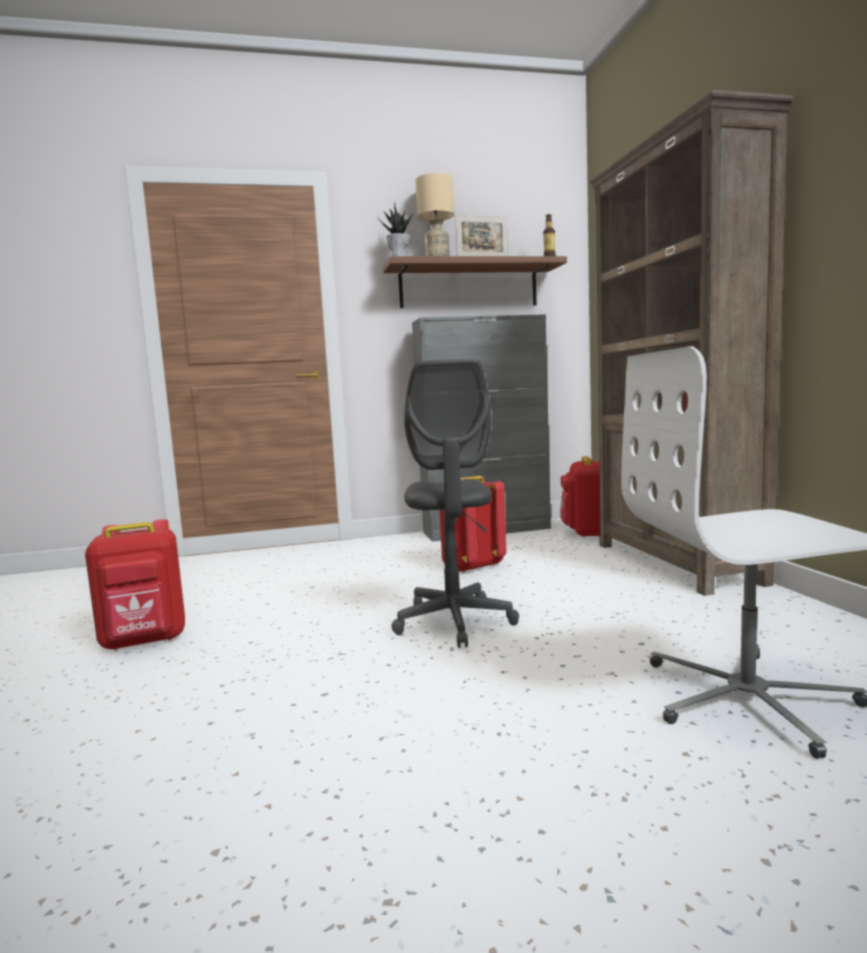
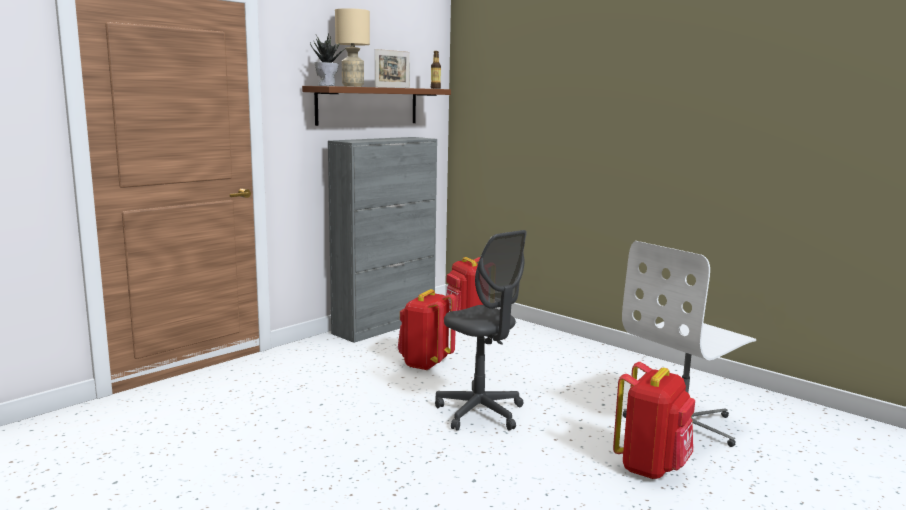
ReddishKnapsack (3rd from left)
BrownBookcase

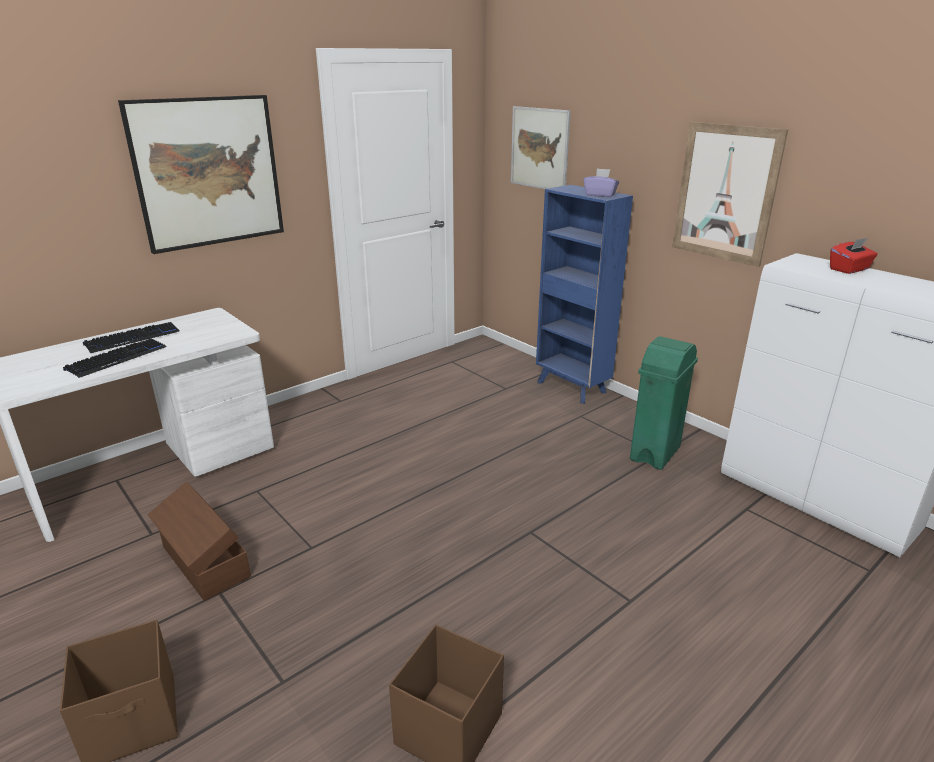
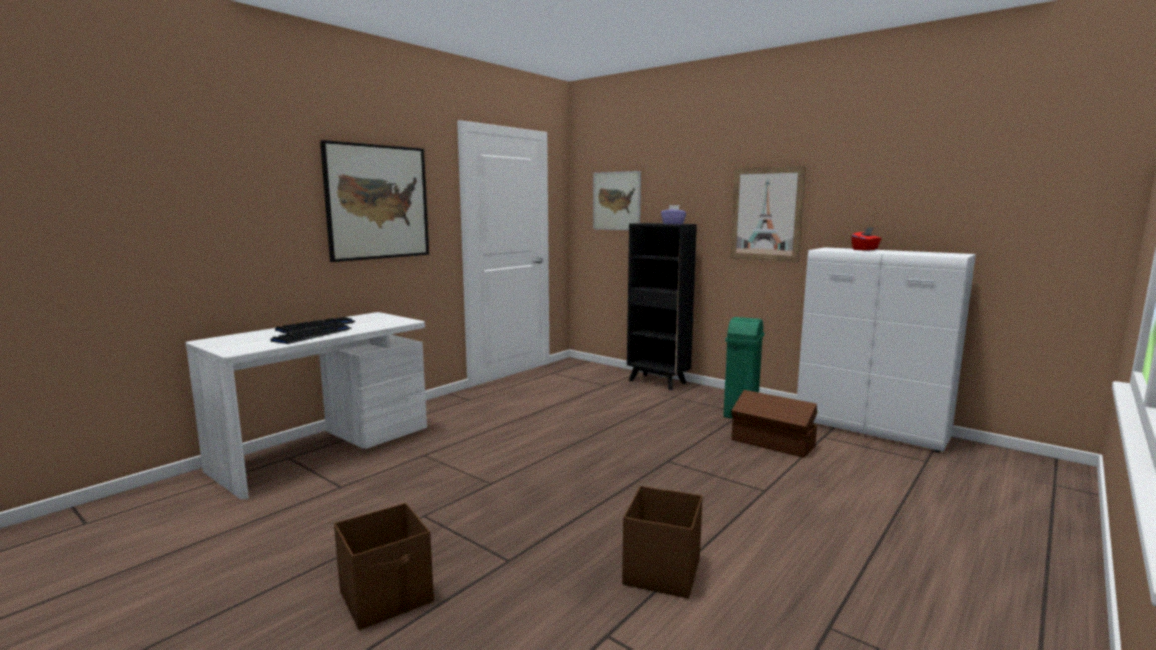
BlackColouredBookcase
BrownStorageBin (3rd from left)

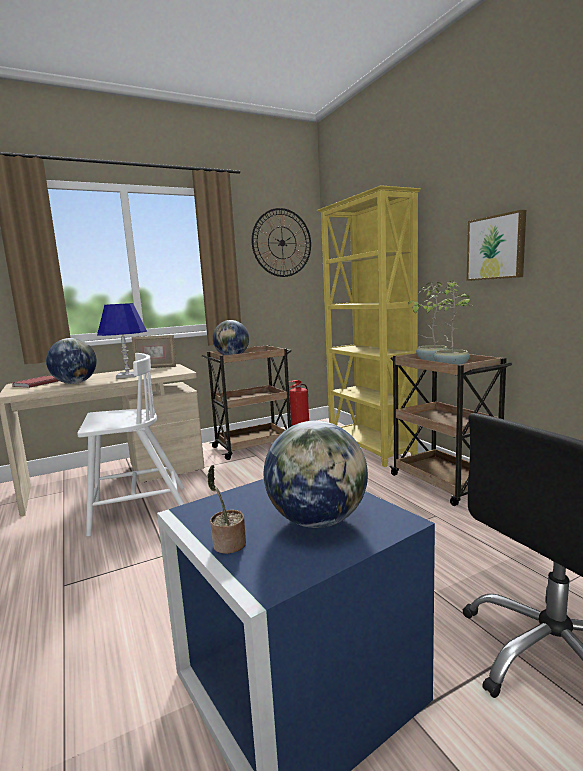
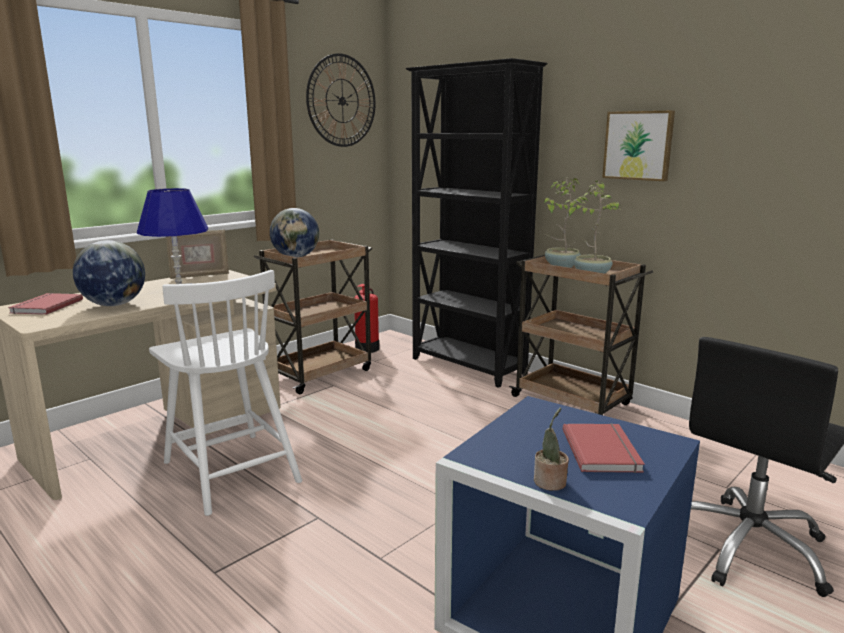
WhiteColouredUprightChair
BlackColouredBookcase
ReddishVolume (2nd from left)

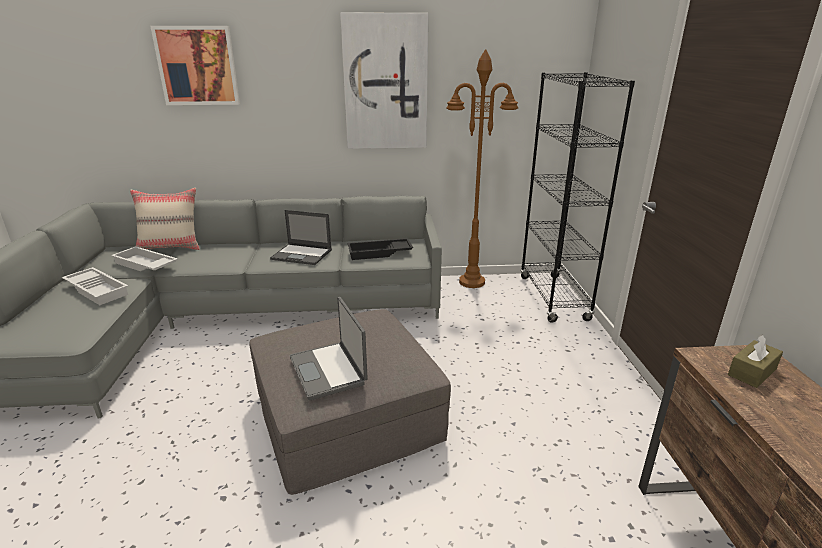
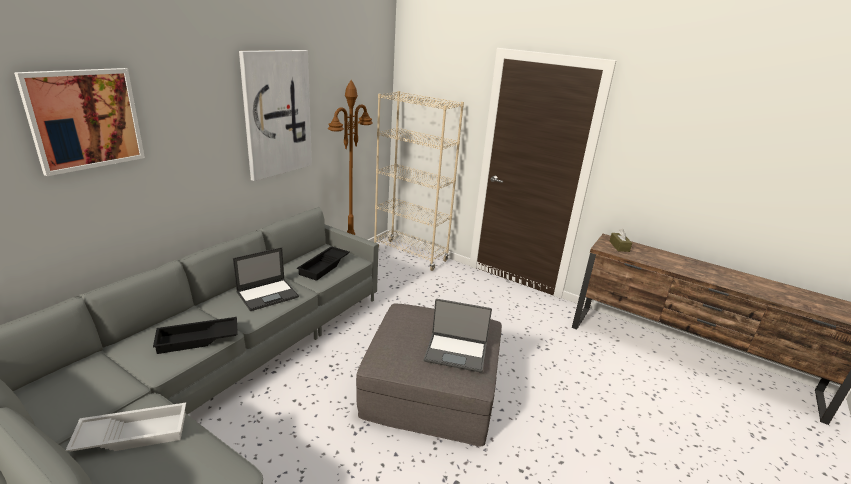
BlackColouredCarryingTray (1st from left)
BeigeColouredBookcase
WhiteColouredCarryingTray (2nd from left in the first image)
BeigeColouredPillow

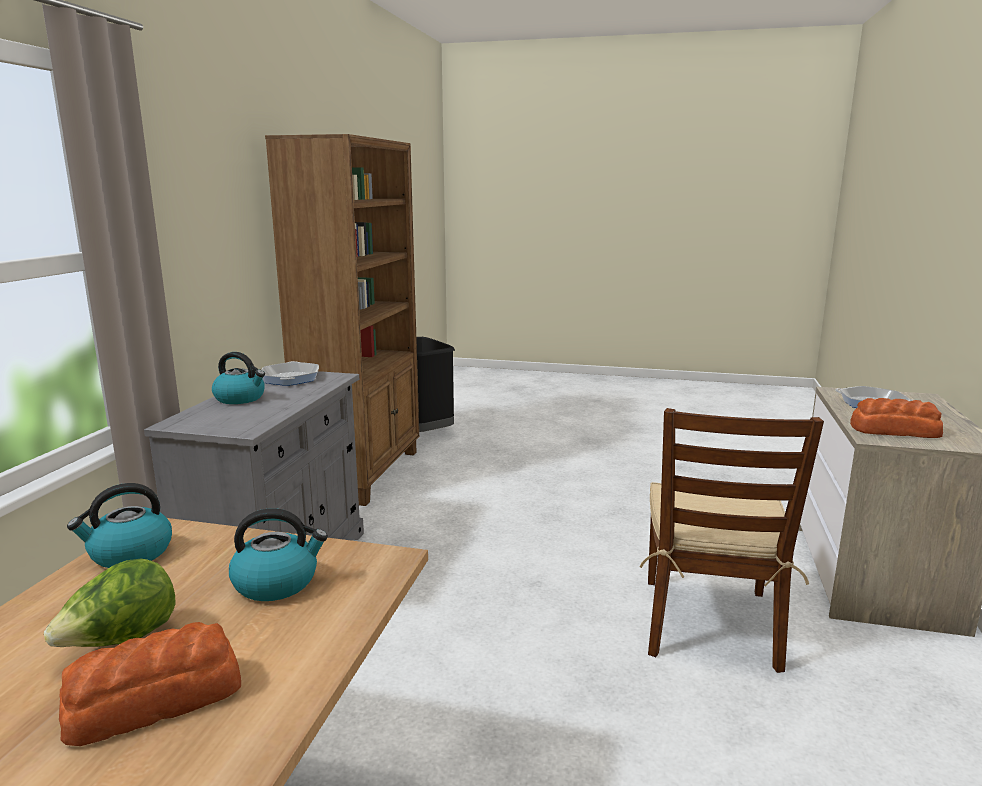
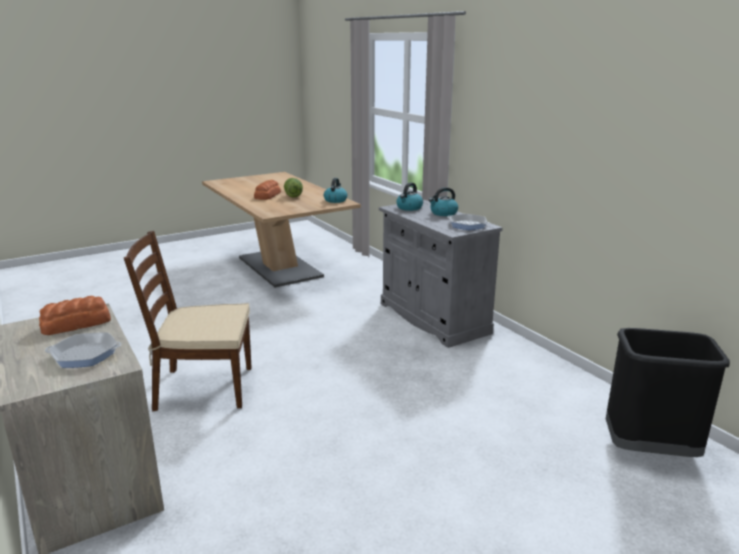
BrownUprightChair
TeaKettle (2nd from left)
BrownBookcase

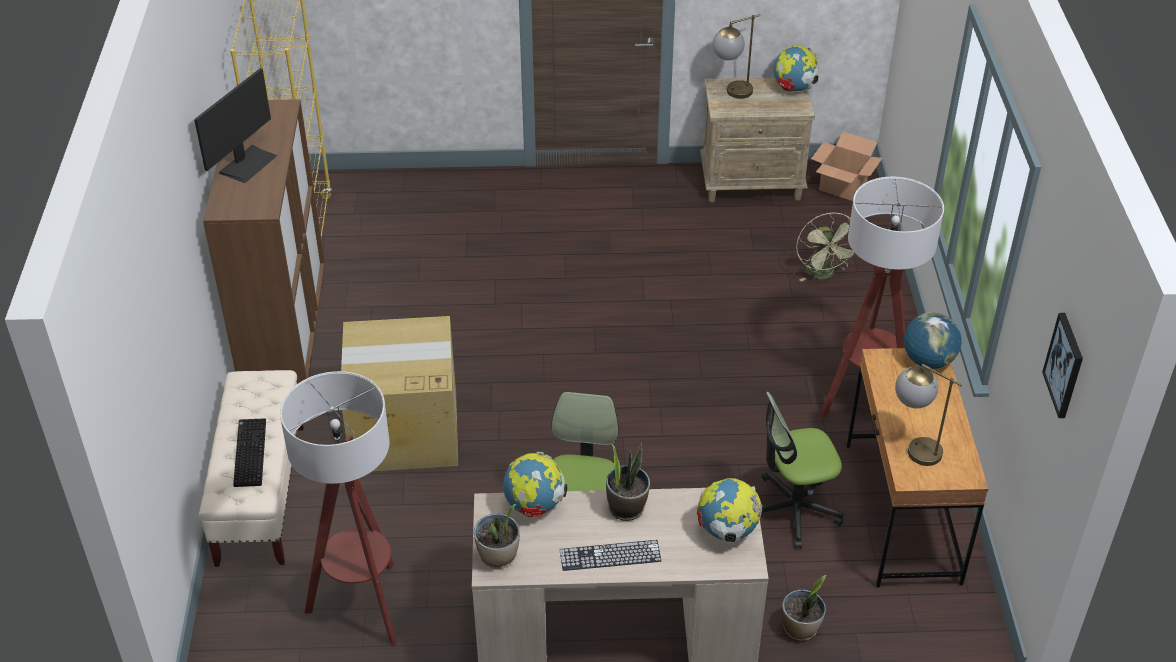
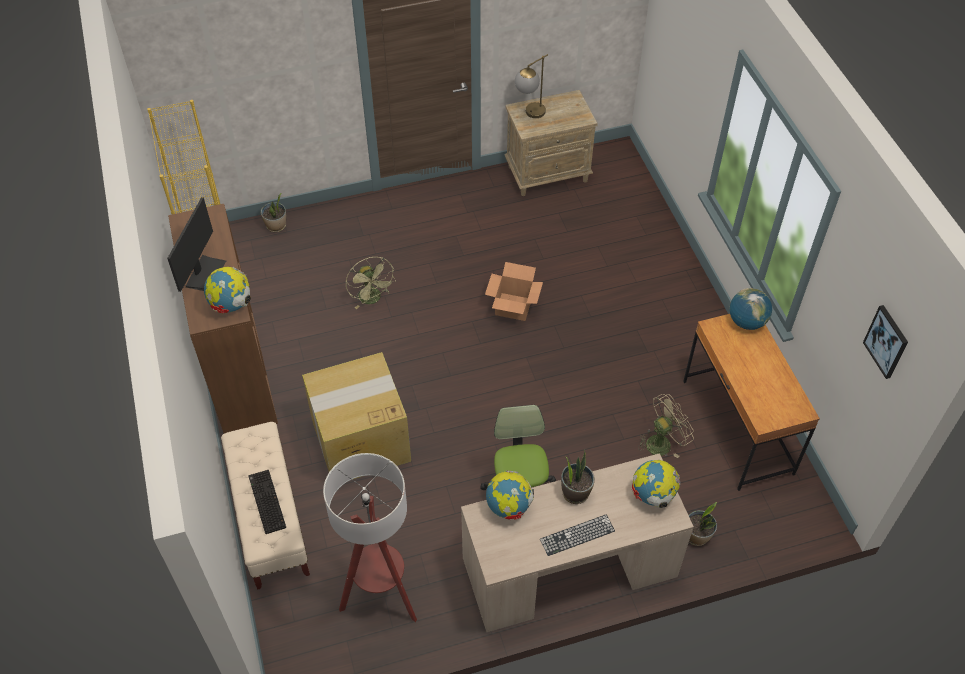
DeskGlobe (1st from left)
PlantInAPot (1st from left)
GreenElectricFan
PackingBox (2nd from left)
BeigeColouredElectricFan
StandingLamp (2nd from left in the first image)
LampForATable (2nd from left in the first image)

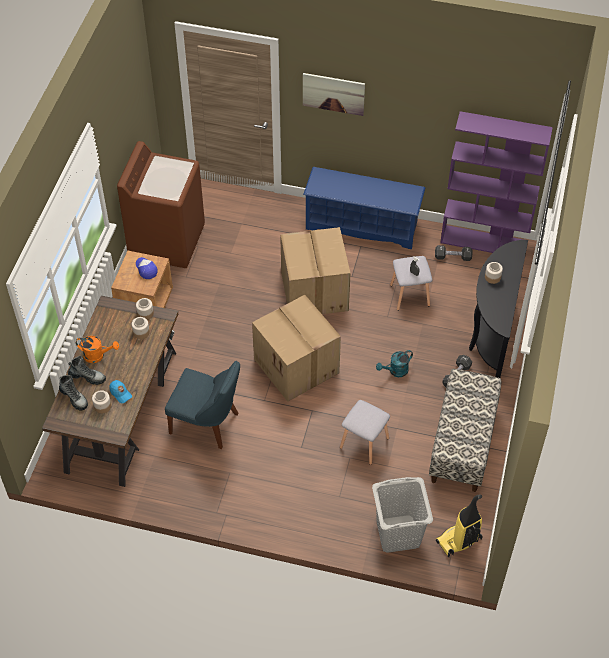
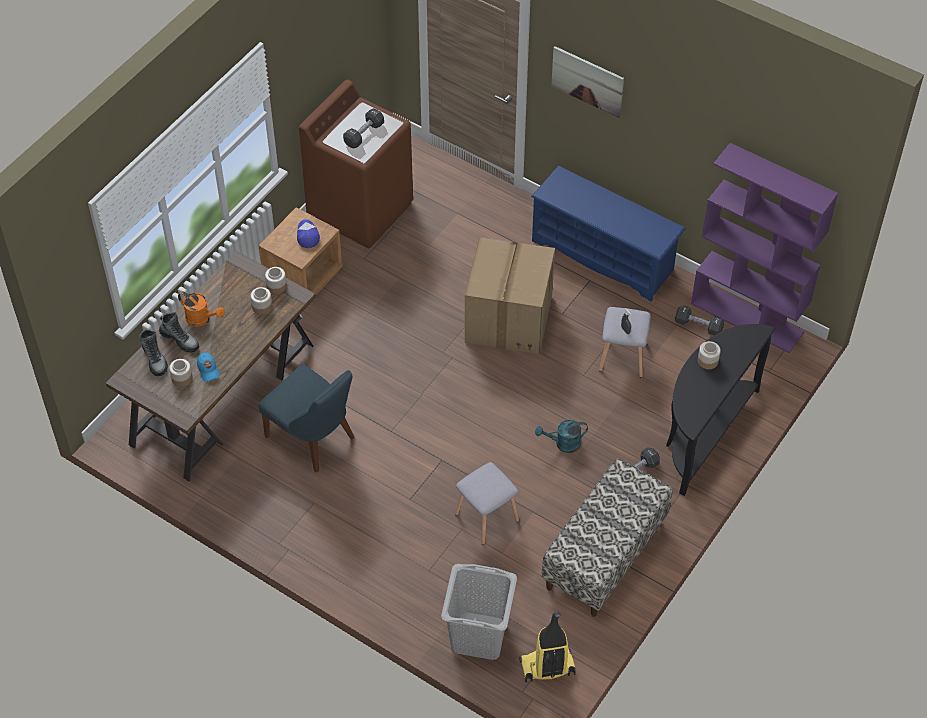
BlackColouredHandWeight (1st from left)
PackingBox (1st from left in the first image)

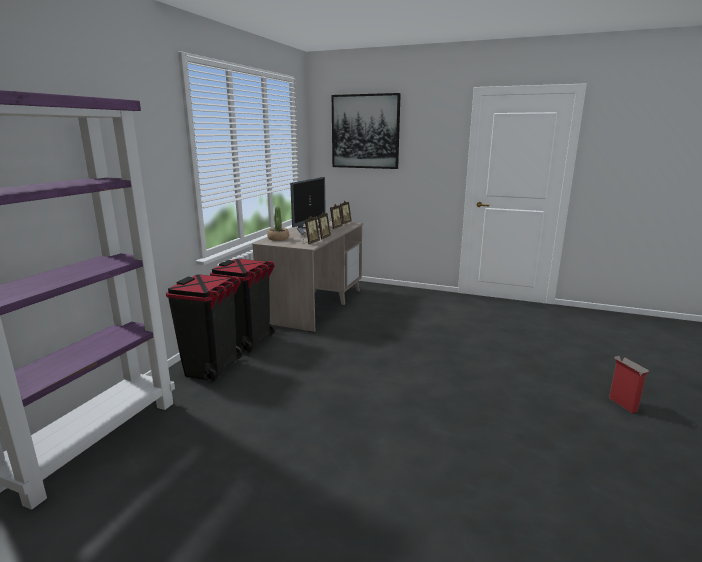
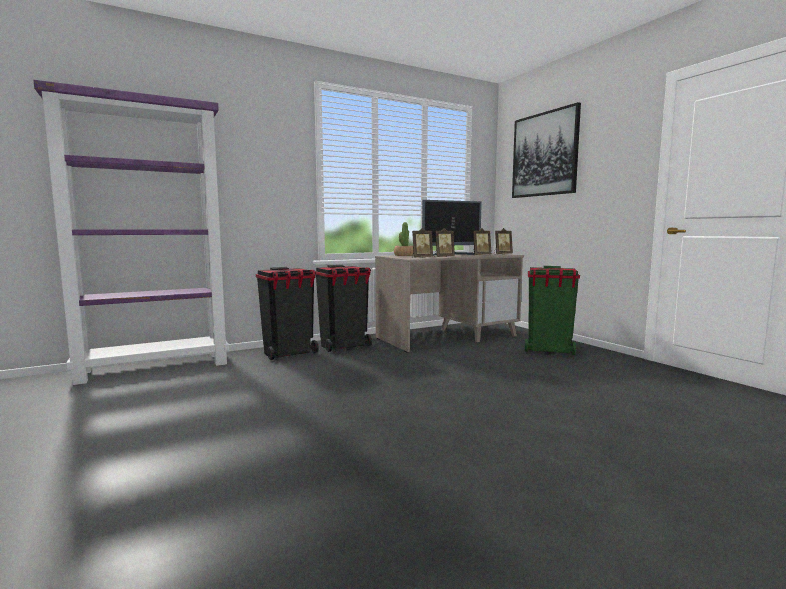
GreenRubbishBin
PackingBox

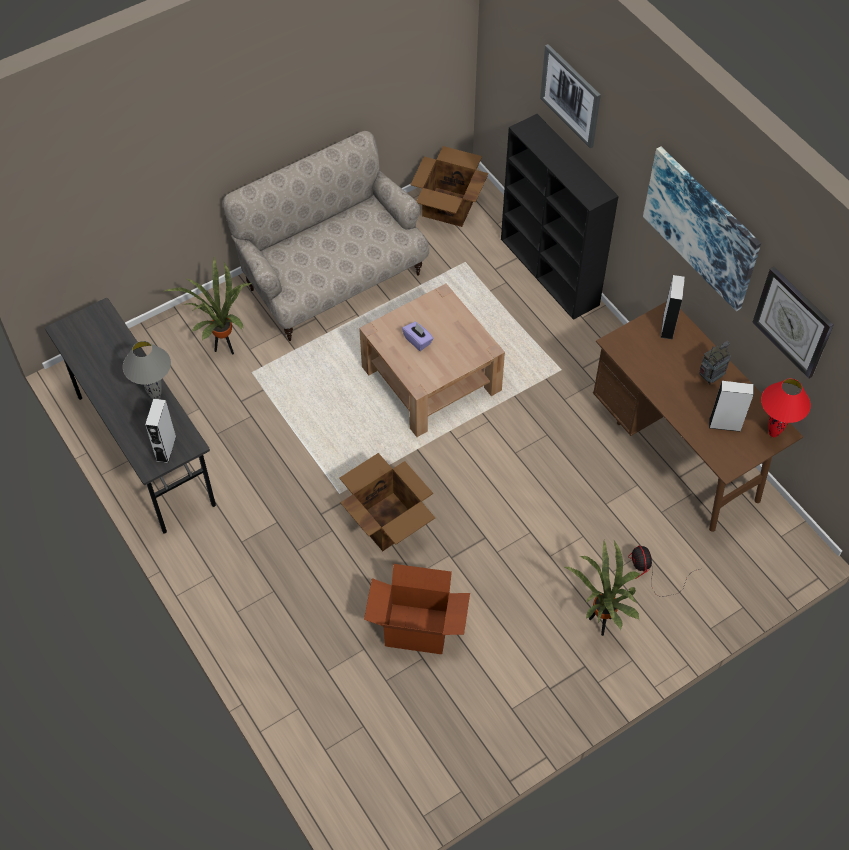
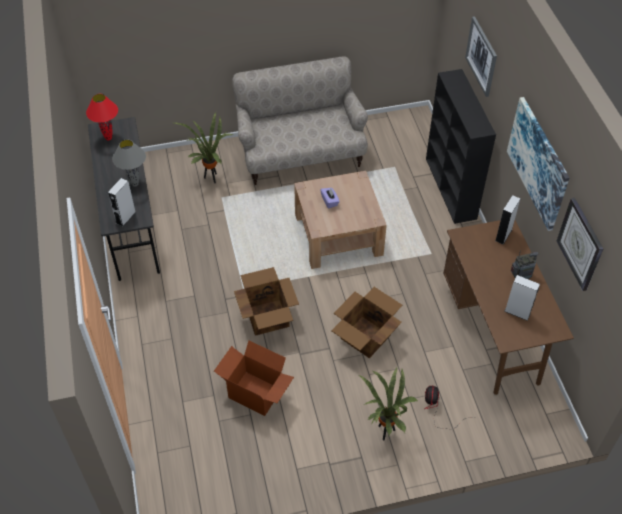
ReddishLampForATable
PackingBox (3rd from left)

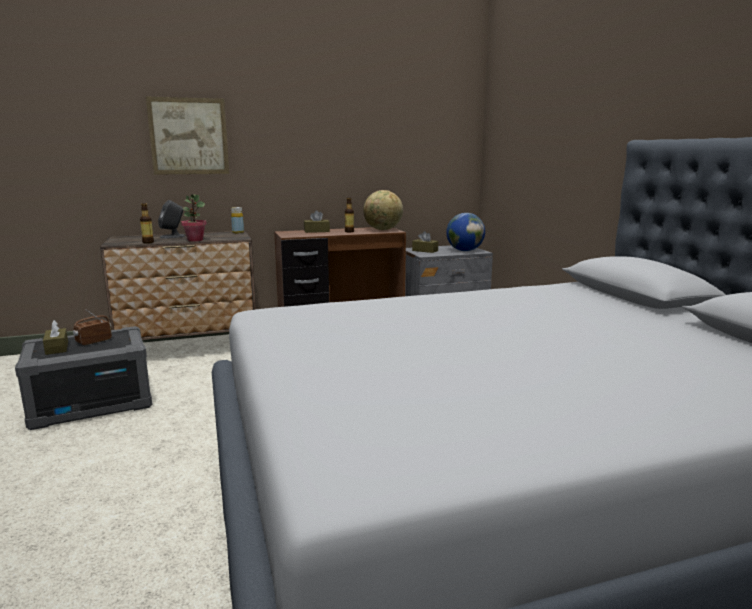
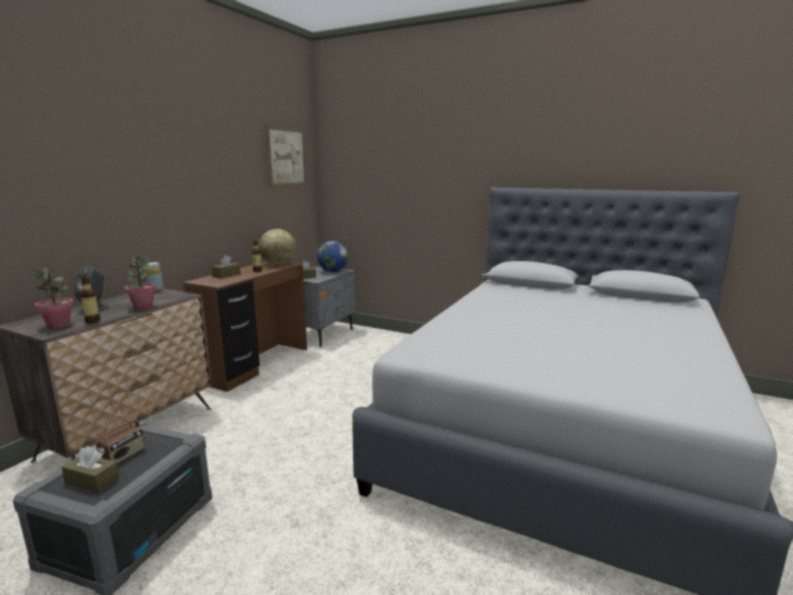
PlantInAPot (1st from left)
RadioReceiver
Picture

